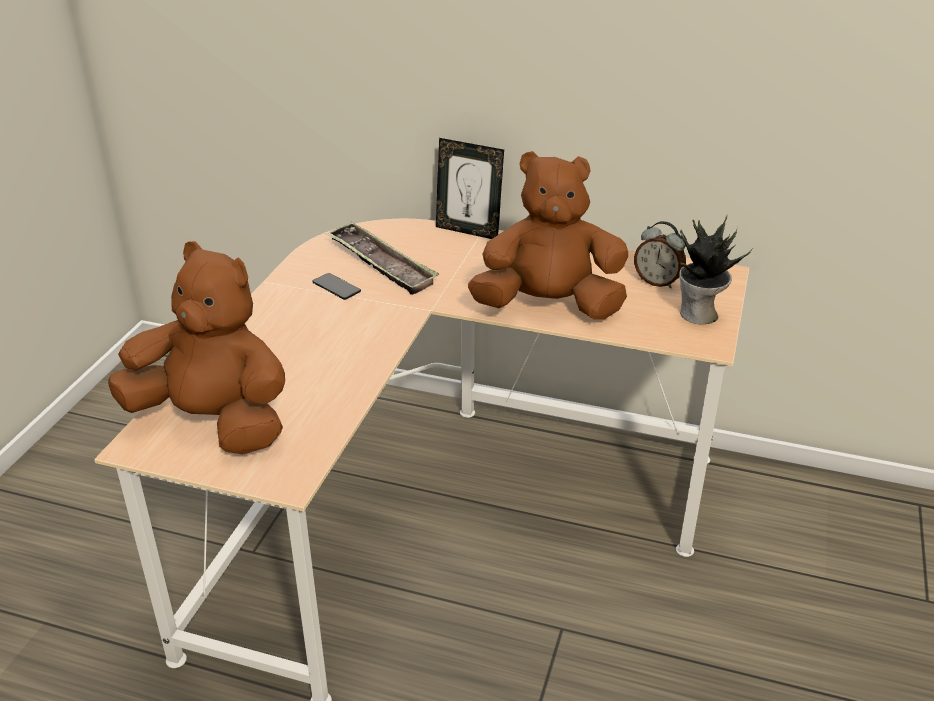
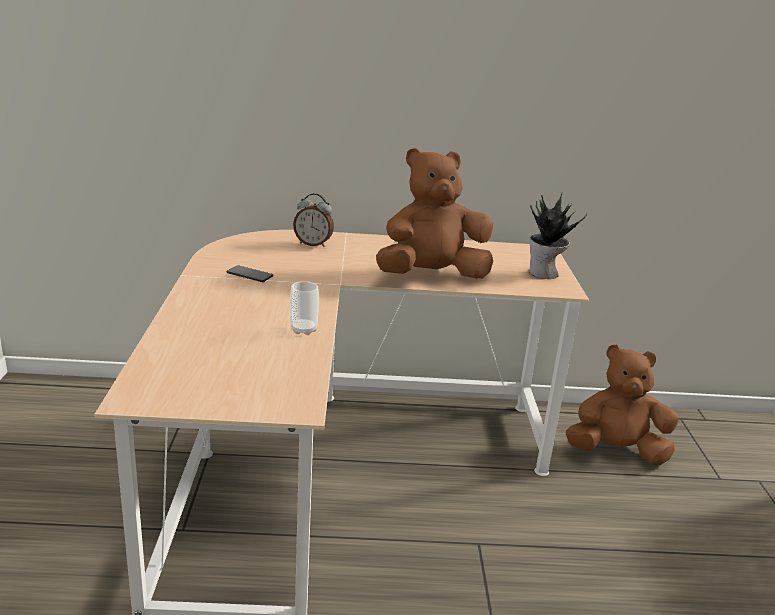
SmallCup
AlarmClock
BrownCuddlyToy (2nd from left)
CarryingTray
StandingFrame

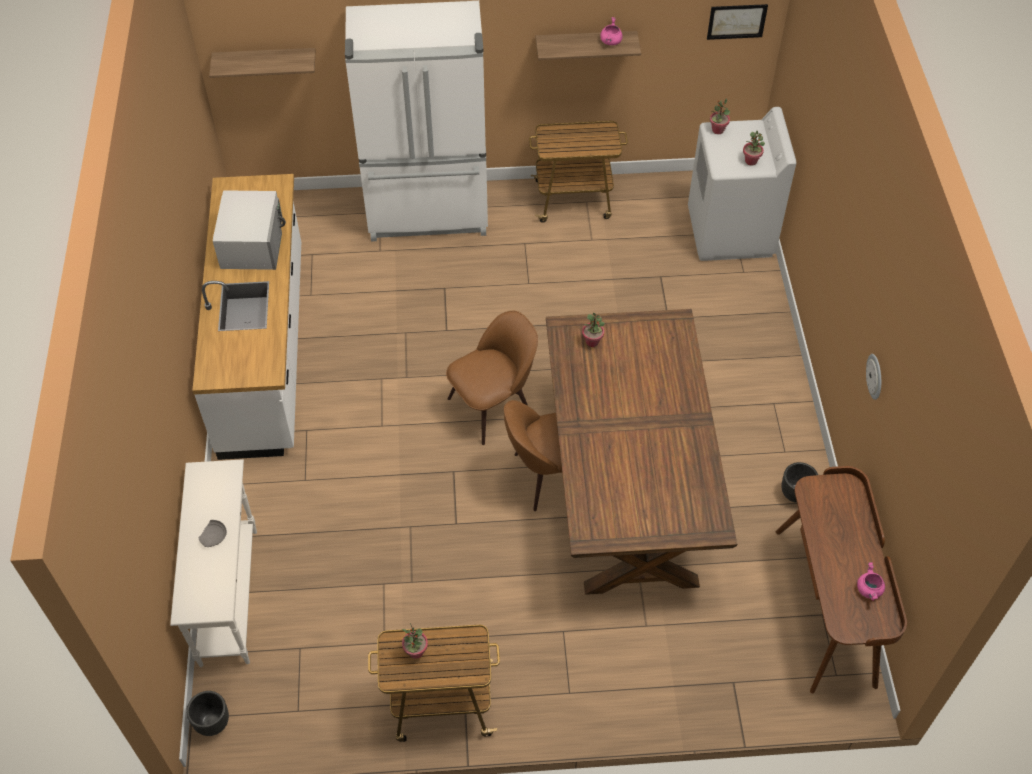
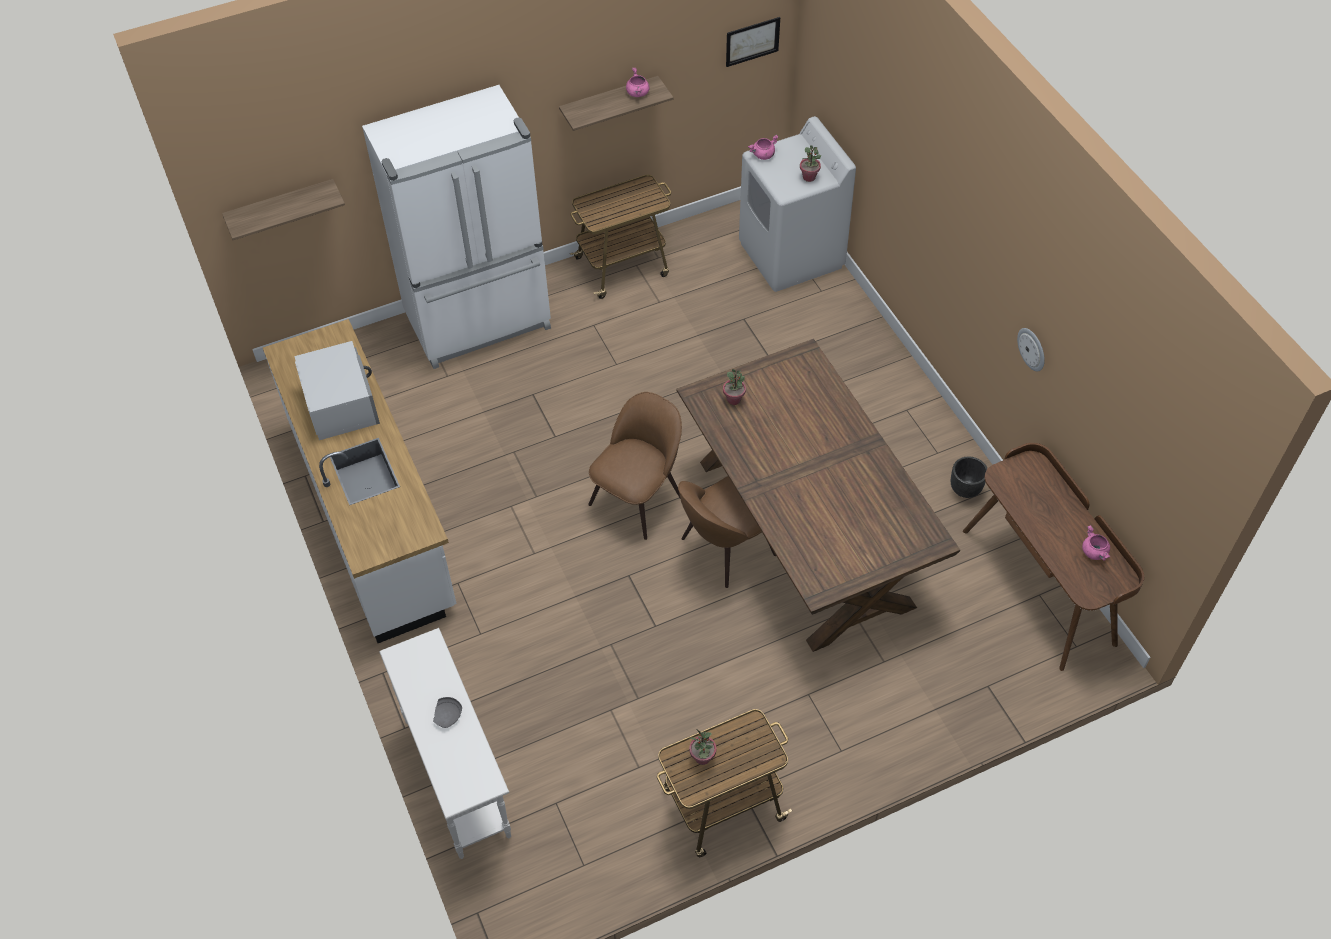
PinkColouredStockpot (2nd from left)
BlackColouredFlowerPot (1st from left in the first image)

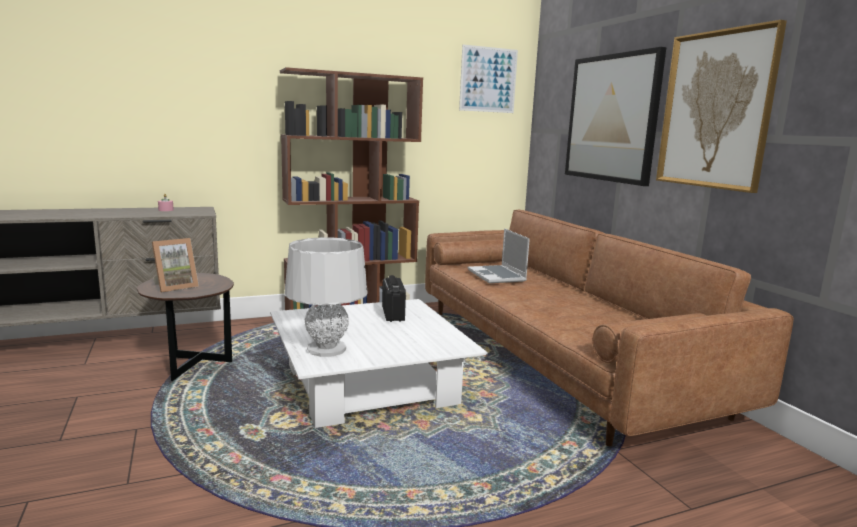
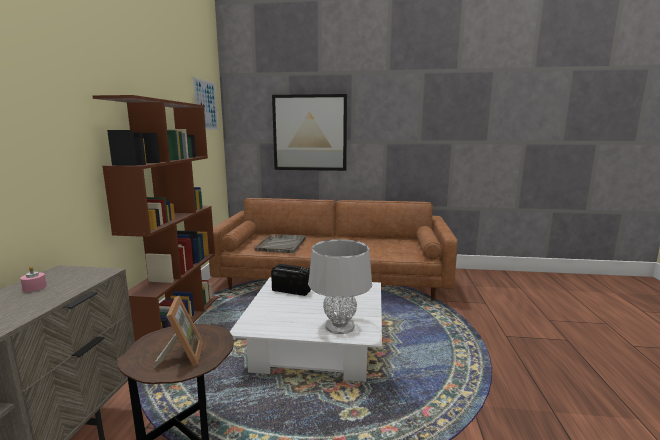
GrayCarryingTray
Picture (3rd from left in the first image)

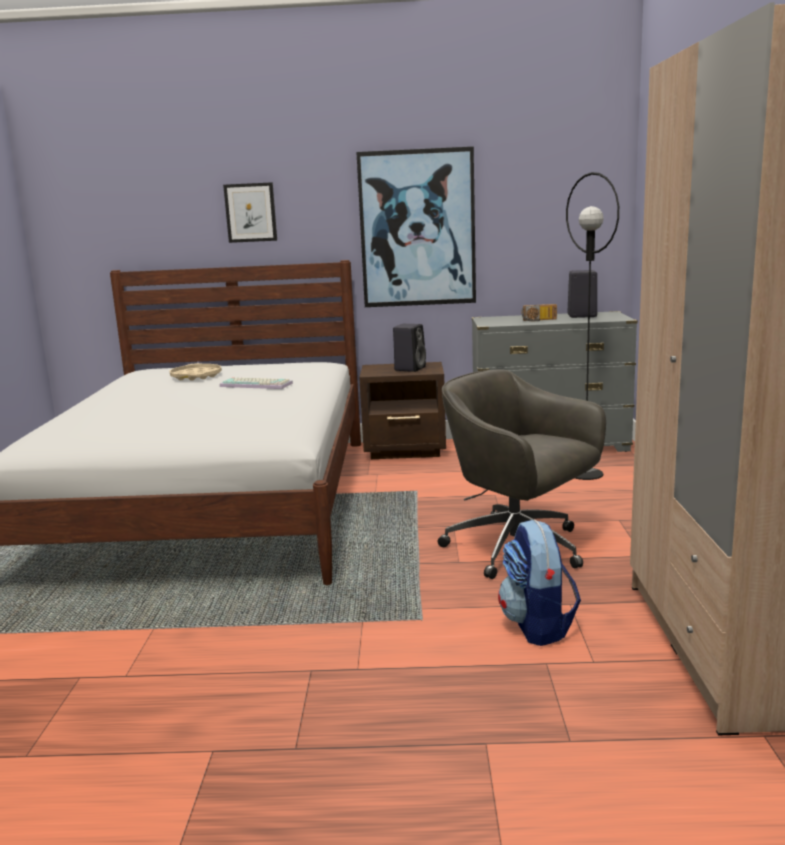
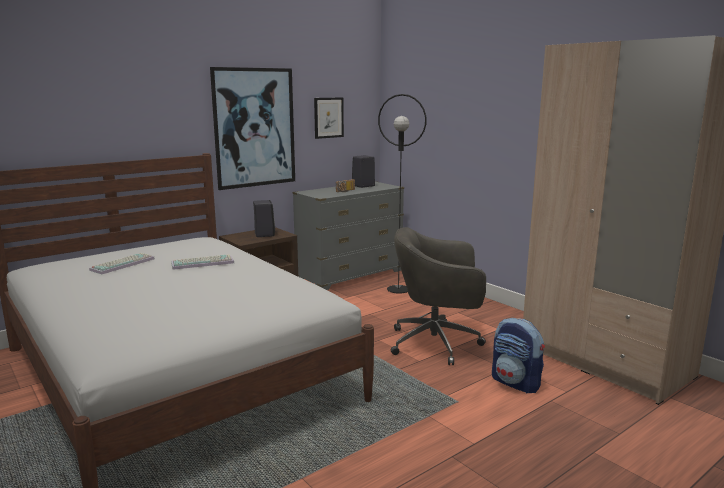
Keyboard (1st from left)
Picture (2nd from left)

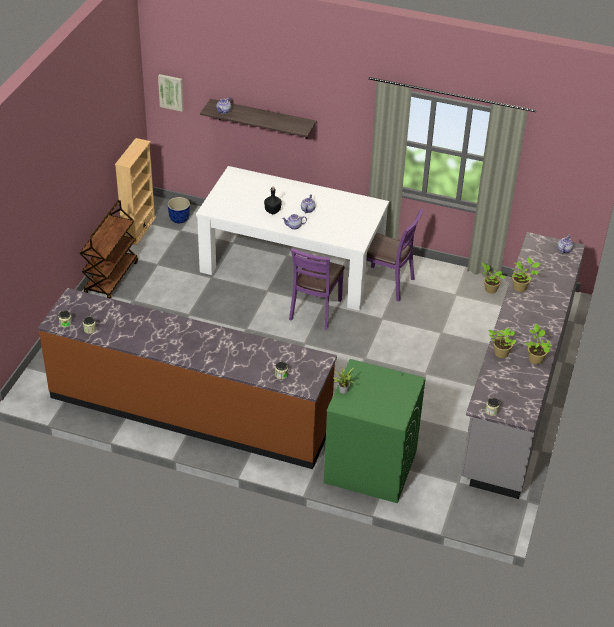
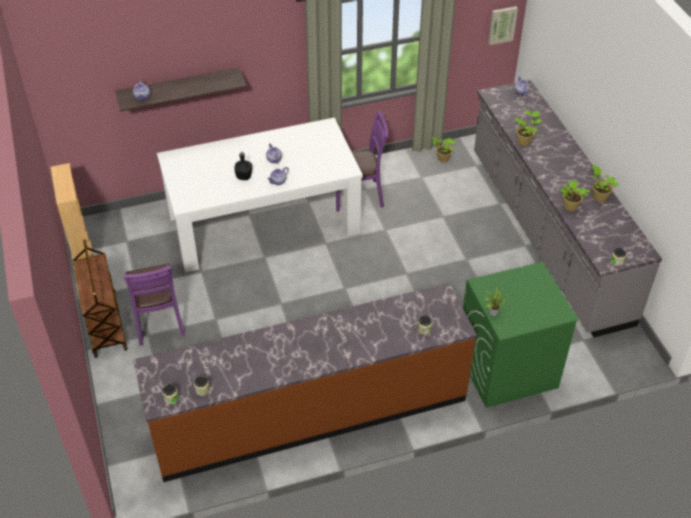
PurplishUprightChair (1st from left)
Picture
FlowerPot

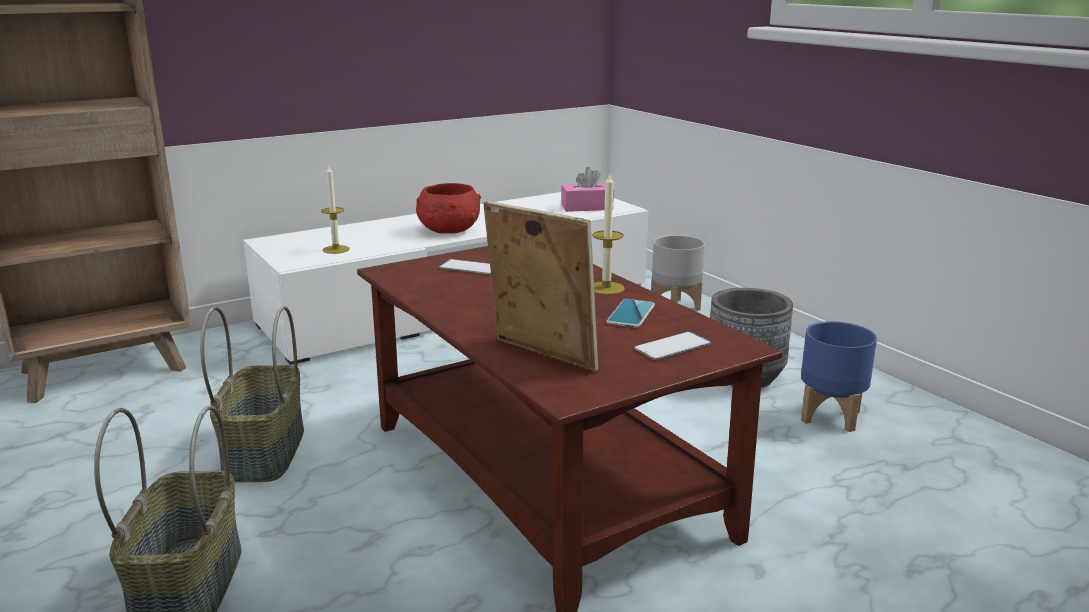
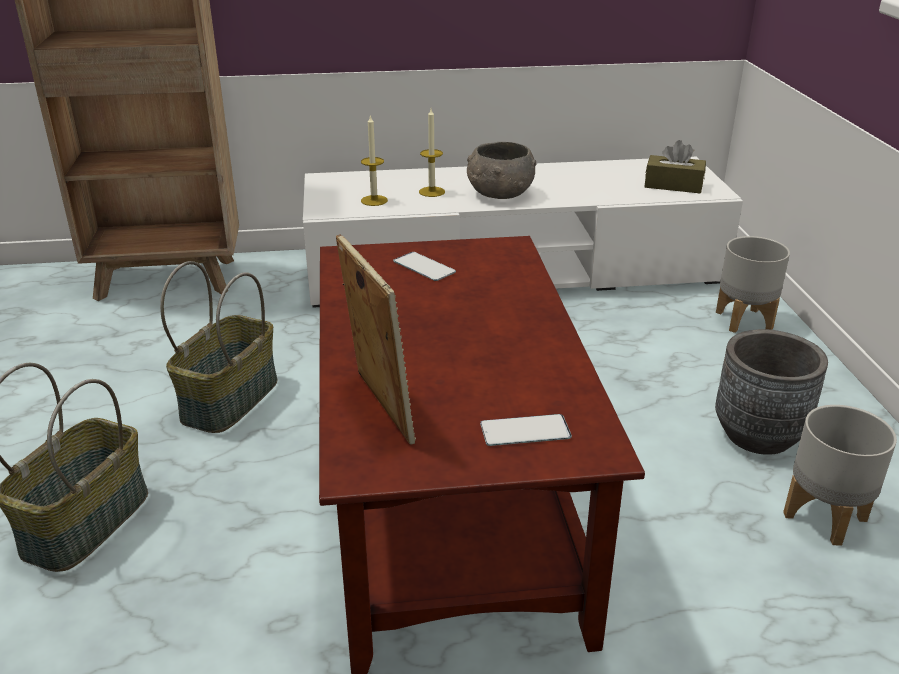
WaxCandle (2nd from left)
GrayDeepDish
BrownTissueHolder
GrayFlowerPot (3rd from left)
Handset (2nd from left in the first image)

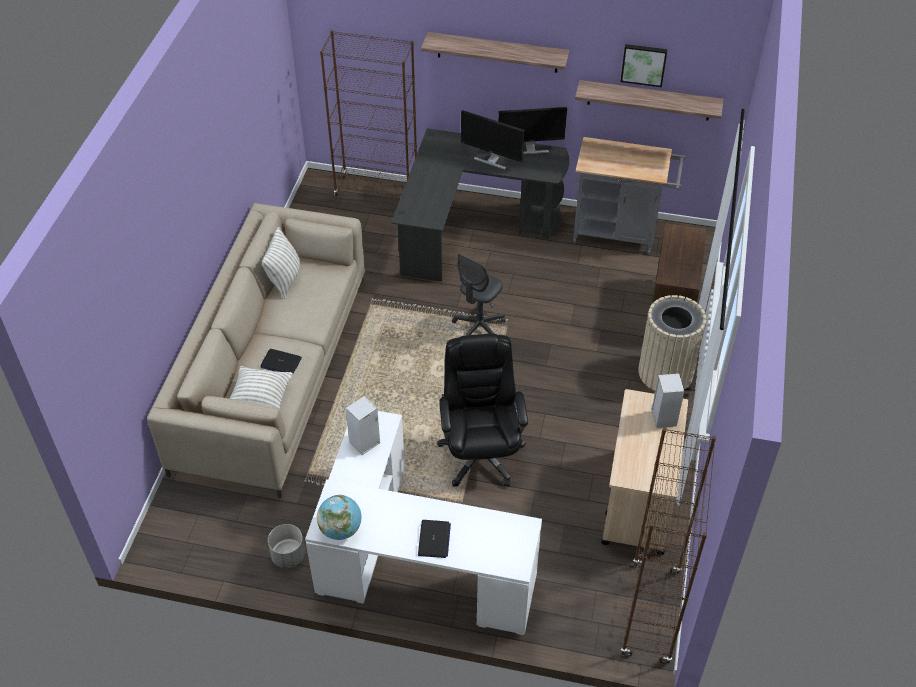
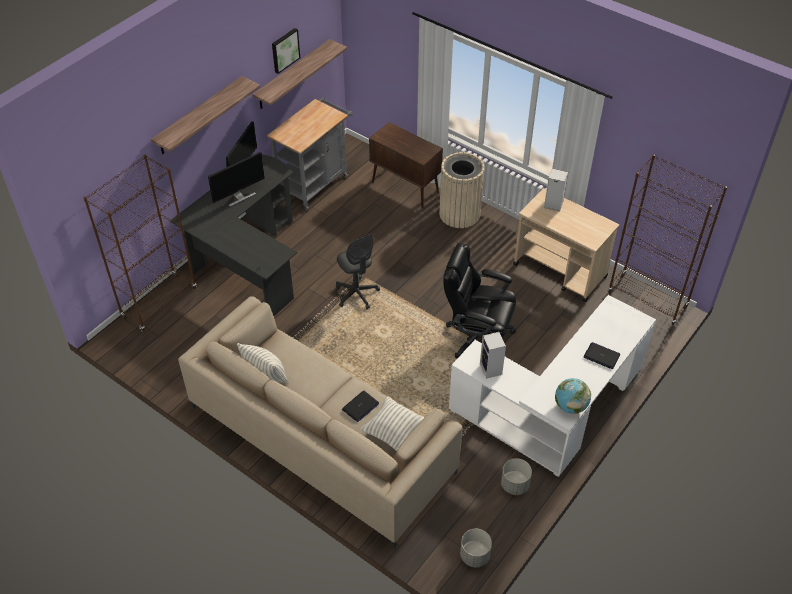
GrayFlowerPot (1st from left)

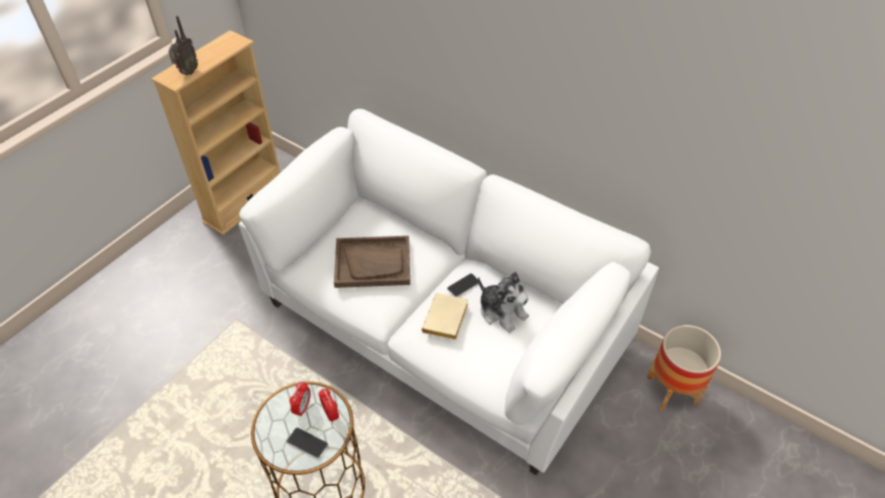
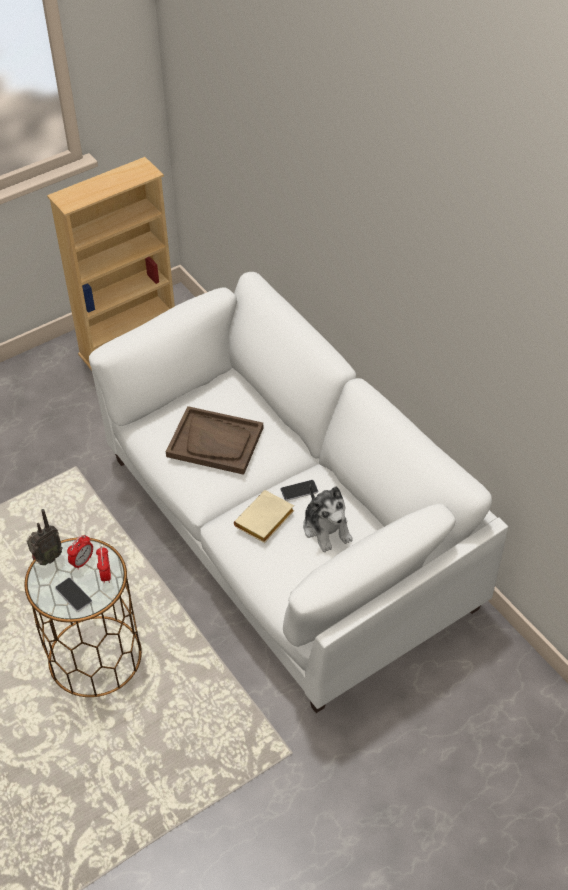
RadioReceiver
FlowerPot

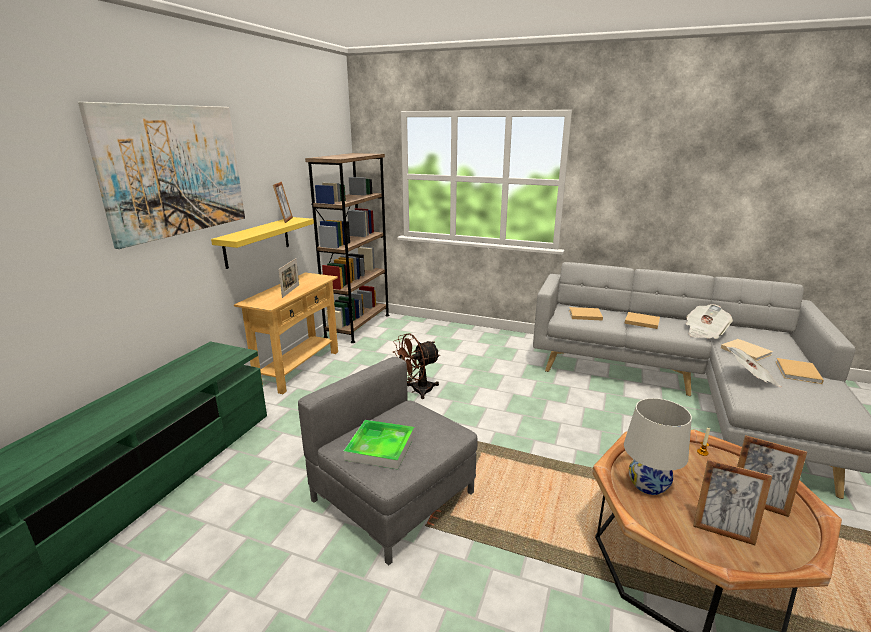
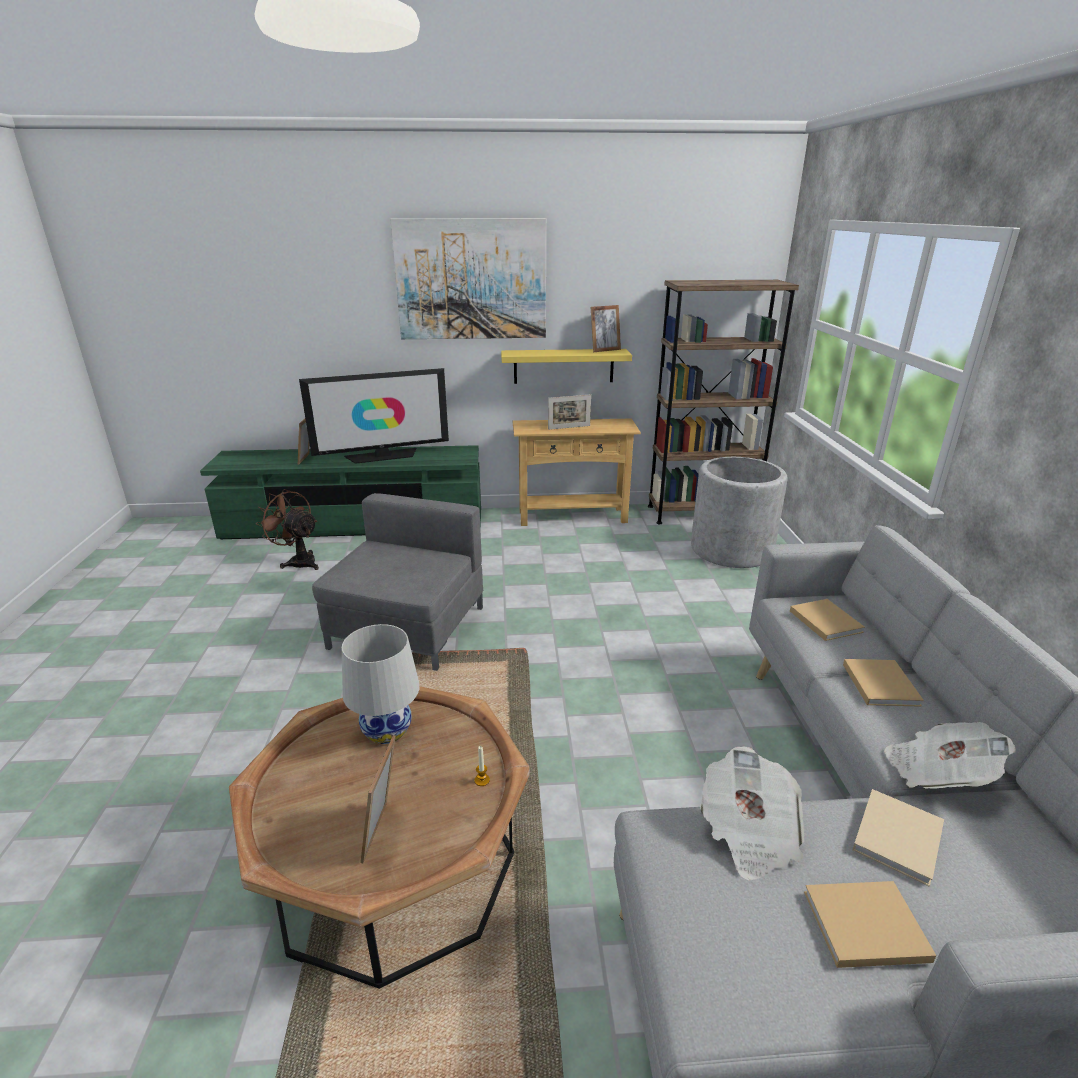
BrownElectricFan
StandingFrame (1st from left)
Television
GrayFlowerPot
CarryingTray

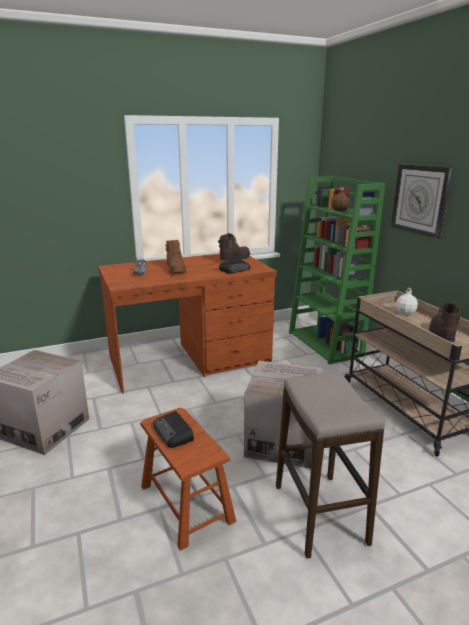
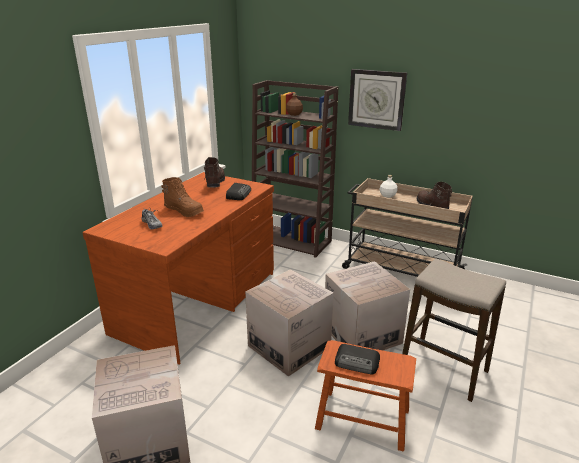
PackingBox (2nd from left)
BrownBookcase

